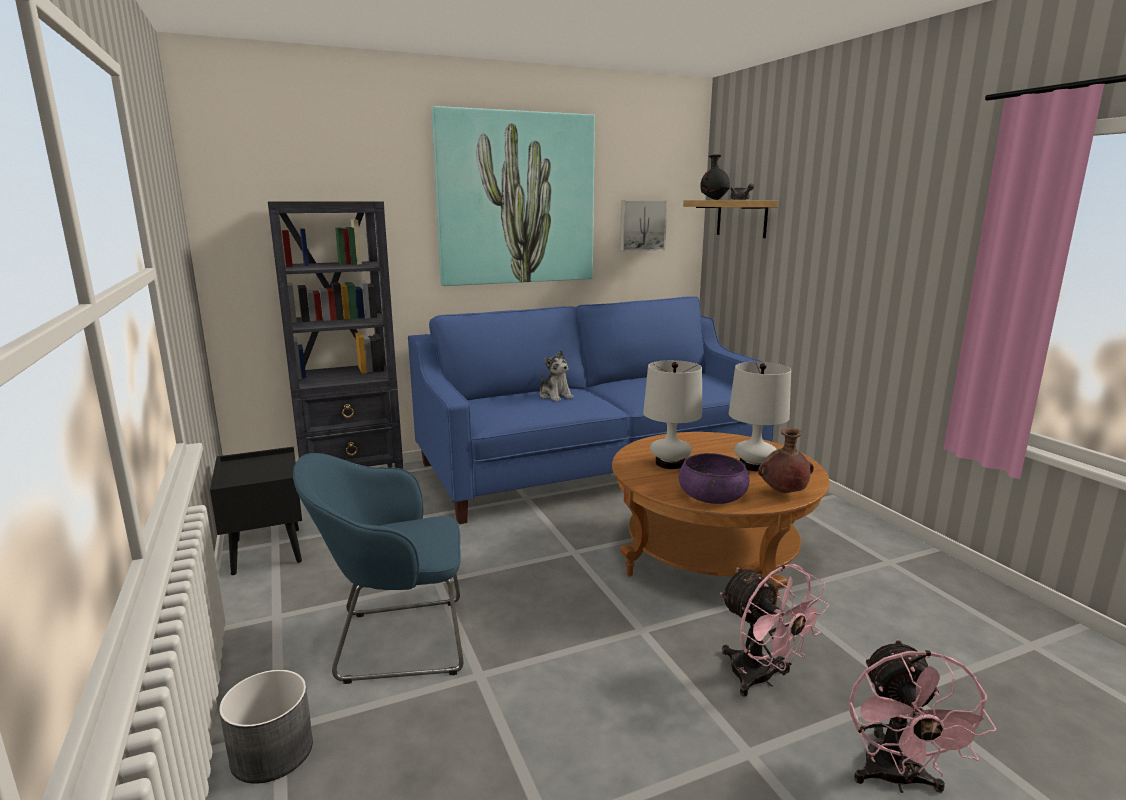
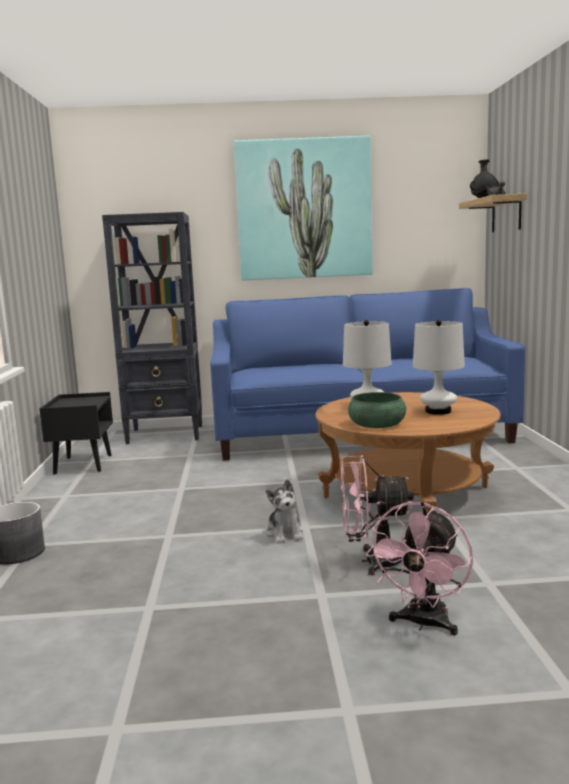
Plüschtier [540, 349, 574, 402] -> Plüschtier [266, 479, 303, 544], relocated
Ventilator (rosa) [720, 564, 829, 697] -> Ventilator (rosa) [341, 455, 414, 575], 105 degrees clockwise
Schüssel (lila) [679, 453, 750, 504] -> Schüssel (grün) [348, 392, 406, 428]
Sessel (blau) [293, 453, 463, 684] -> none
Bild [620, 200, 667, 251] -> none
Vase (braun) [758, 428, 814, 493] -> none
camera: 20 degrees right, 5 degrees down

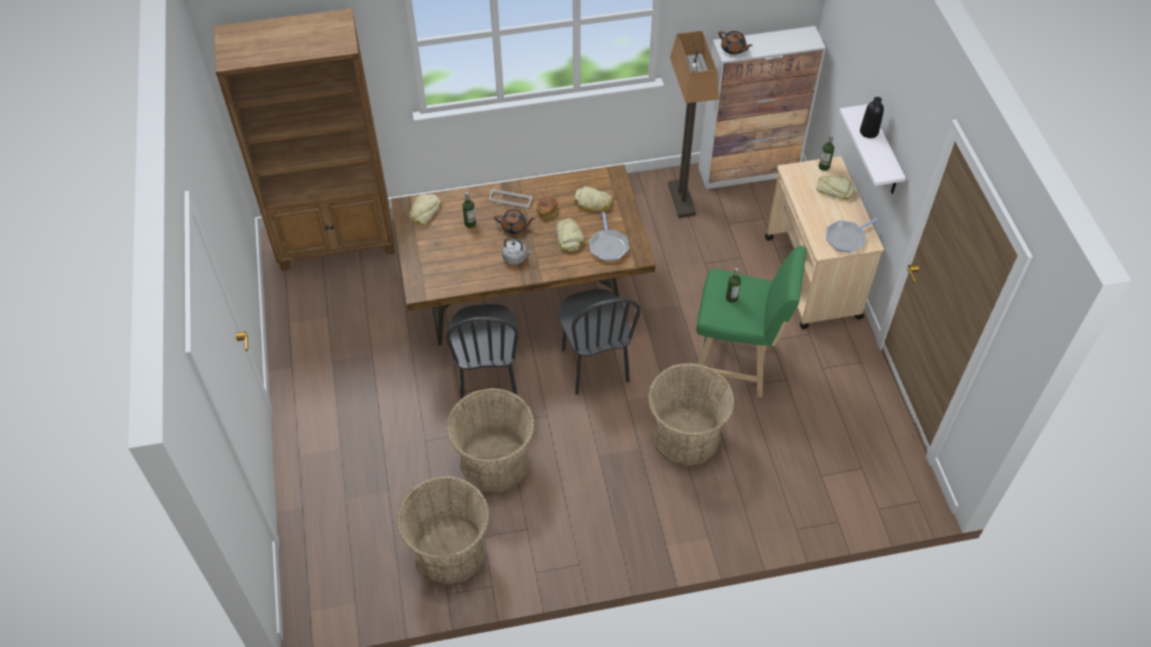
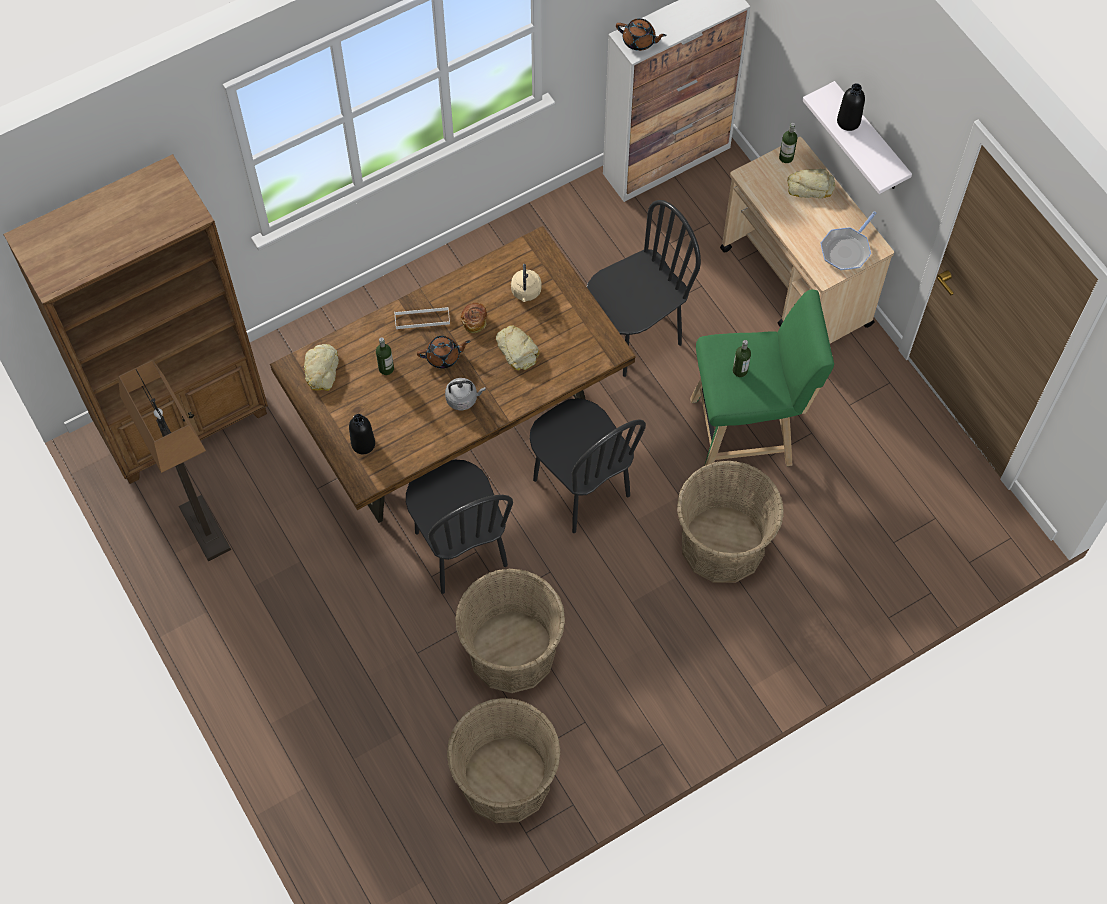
Stehlampe [668, 31, 719, 218] -> Stehlampe [118, 360, 231, 561], relocated
none -> Flasche (schwarz) [349, 414, 375, 454]
Brot [574, 186, 613, 210] -> Wasserkessel (beige) [511, 264, 542, 302]
none -> Stuhl (schwarz) [587, 200, 701, 377]
Pfanne [589, 212, 629, 261] -> none
camera: 20 degrees left, 10 degrees up

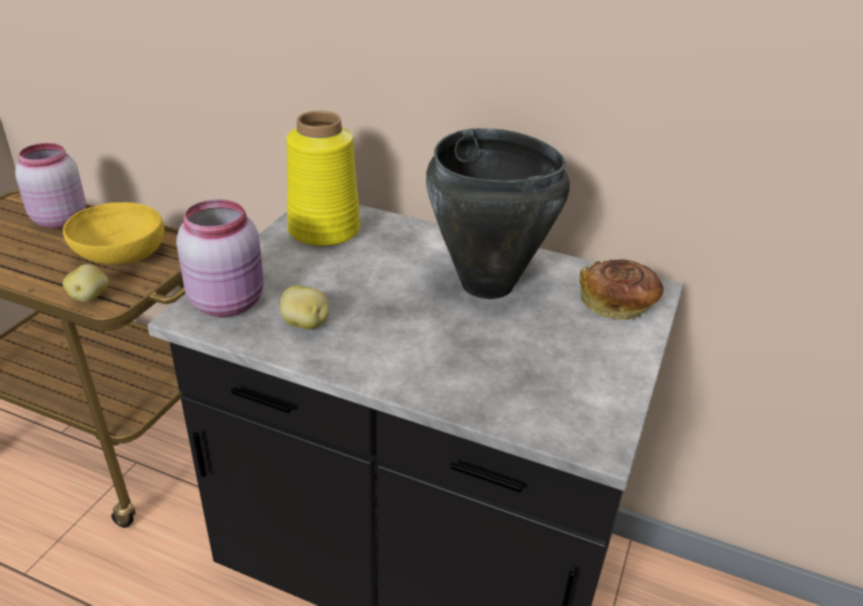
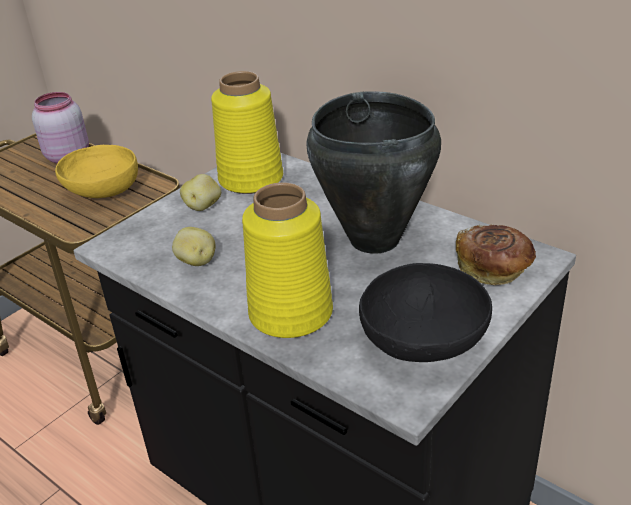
Kartoffel [63, 264, 109, 302] -> Kartoffel [180, 174, 221, 211], relocated
none -> Vase (gelb) [242, 183, 333, 338]
none -> Schüssel (schwarz) [359, 263, 492, 362]
Vorratsglas (rosa) [176, 199, 264, 317] -> none
camera: 20 degrees right, 0 degrees up

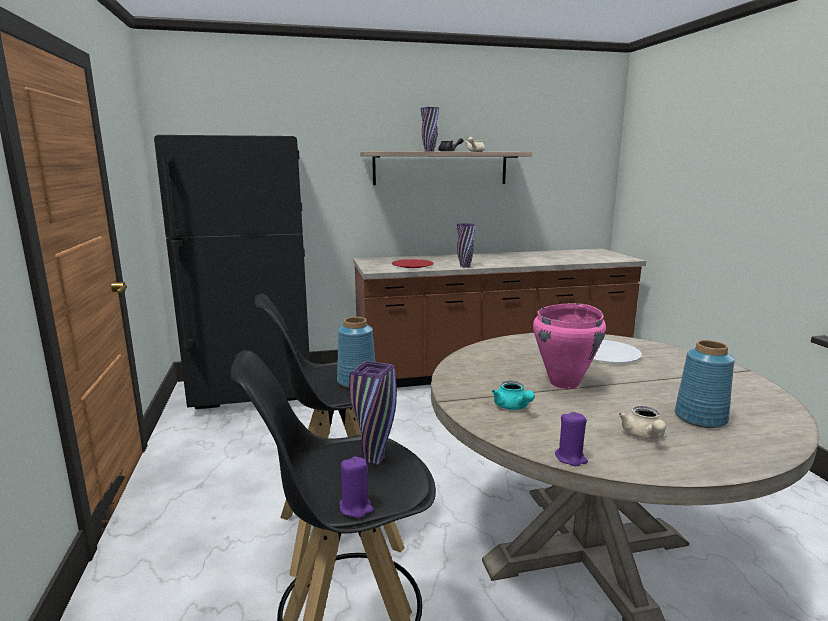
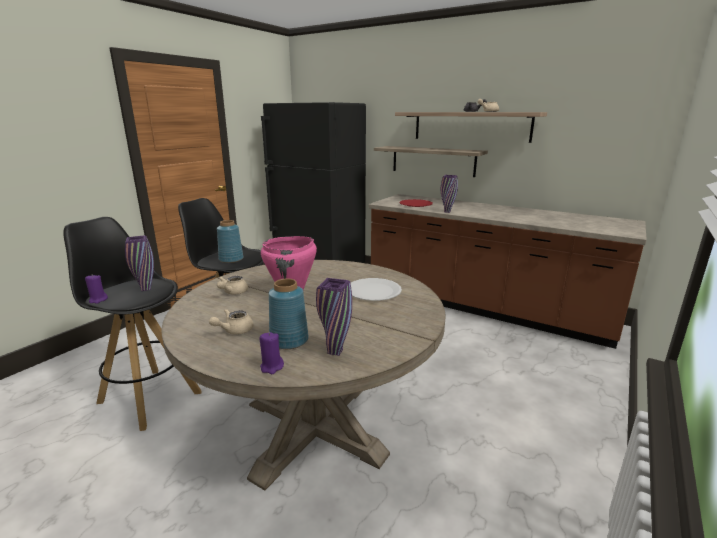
Teekanne (türkis) [492, 381, 535, 410] -> Teekanne (beige) [217, 276, 248, 295]
Kerze (lila) [555, 412, 588, 466] -> Kerze (lila) [259, 332, 284, 374], relocated
Vase (lila) [421, 107, 439, 152] -> Vase (lila) [316, 278, 352, 356], relocated
none -> Wandregal [374, 146, 488, 177]
camera: 45 degrees right, 5 degrees up

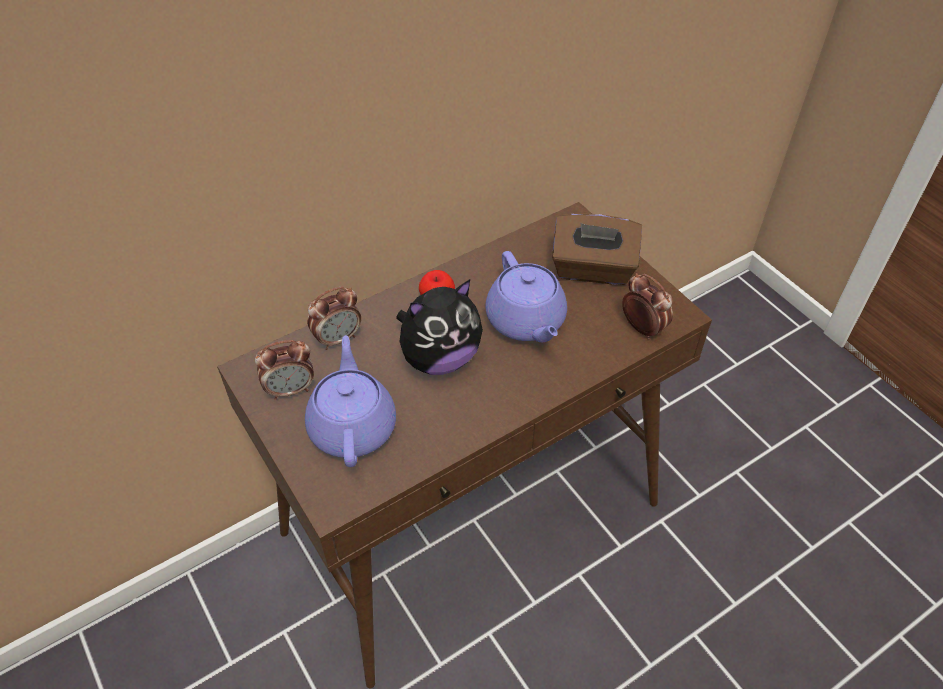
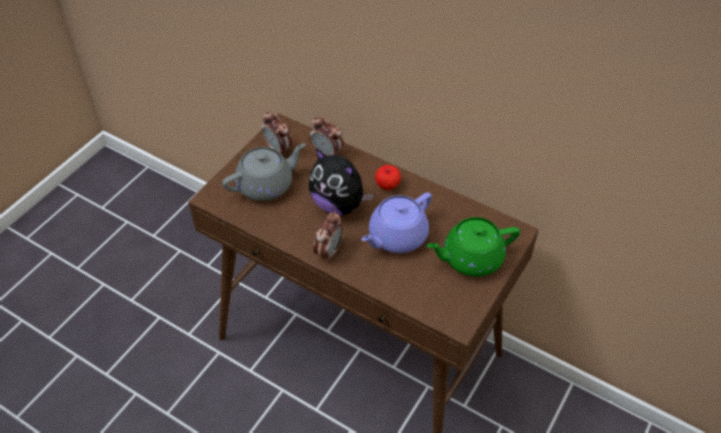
Teekanne (lila) [305, 335, 396, 467] -> Teekanne (grau) [222, 143, 306, 201]
Wecker [622, 273, 673, 340] -> Wecker [313, 211, 343, 262], relocated
Taschentuchbox (braun) [552, 214, 642, 285] -> Teekanne (grün) [426, 217, 520, 277]
camera: 65 degrees right, 0 degrees up

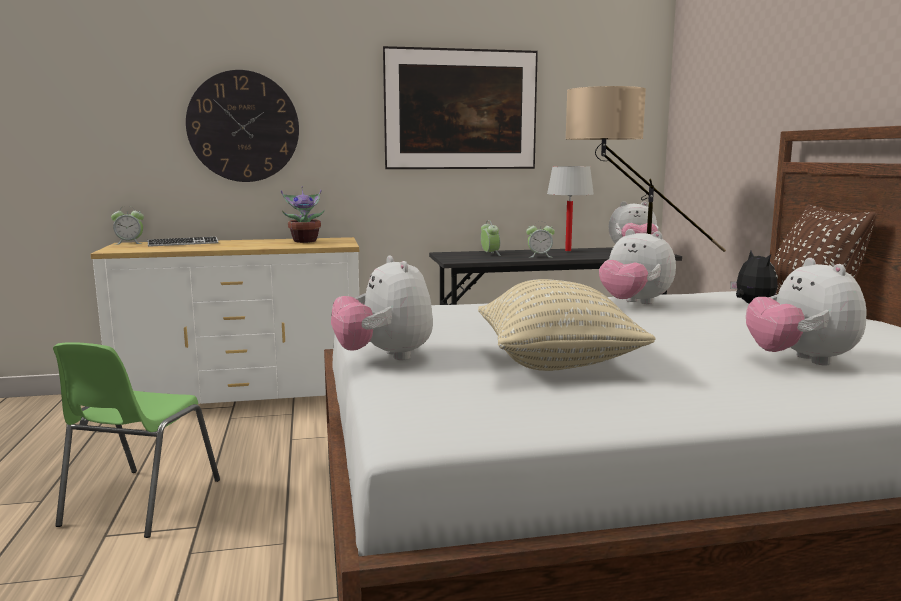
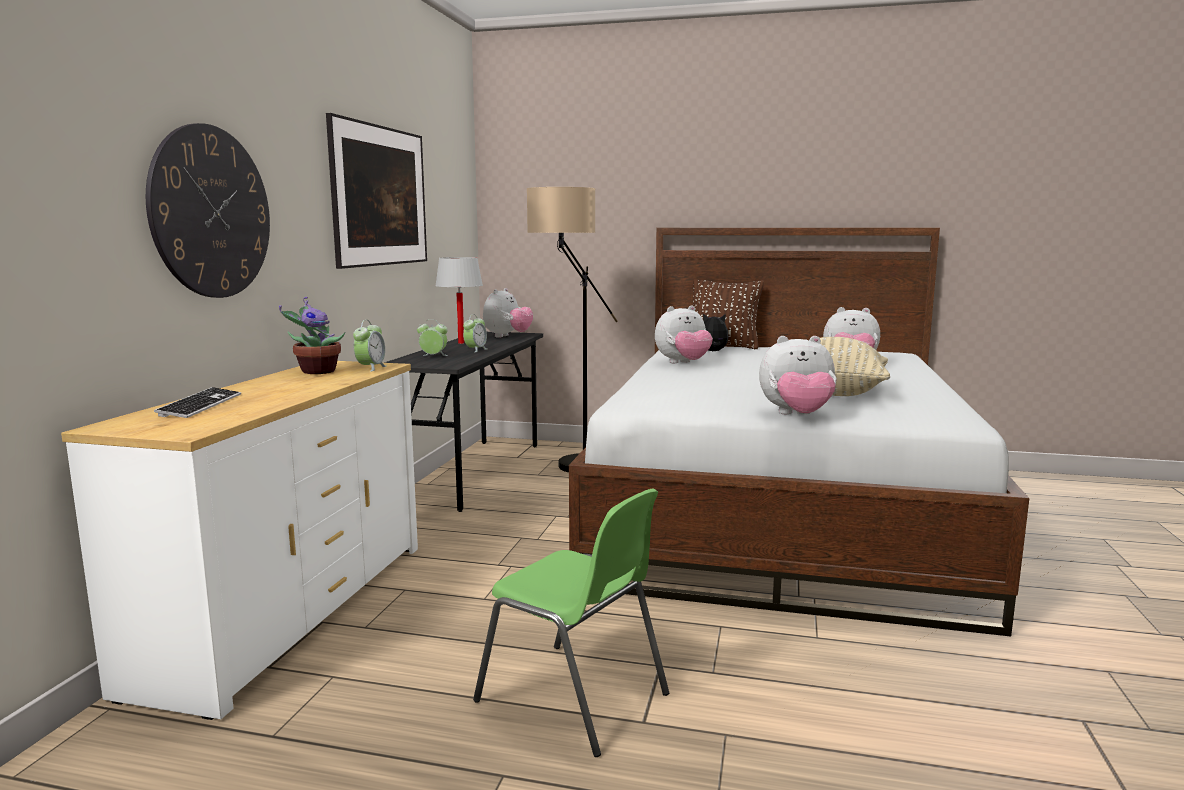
Wecker [111, 207, 144, 245] -> Wecker [353, 320, 386, 372], relocated
camera: 65 degrees left, 0 degrees up

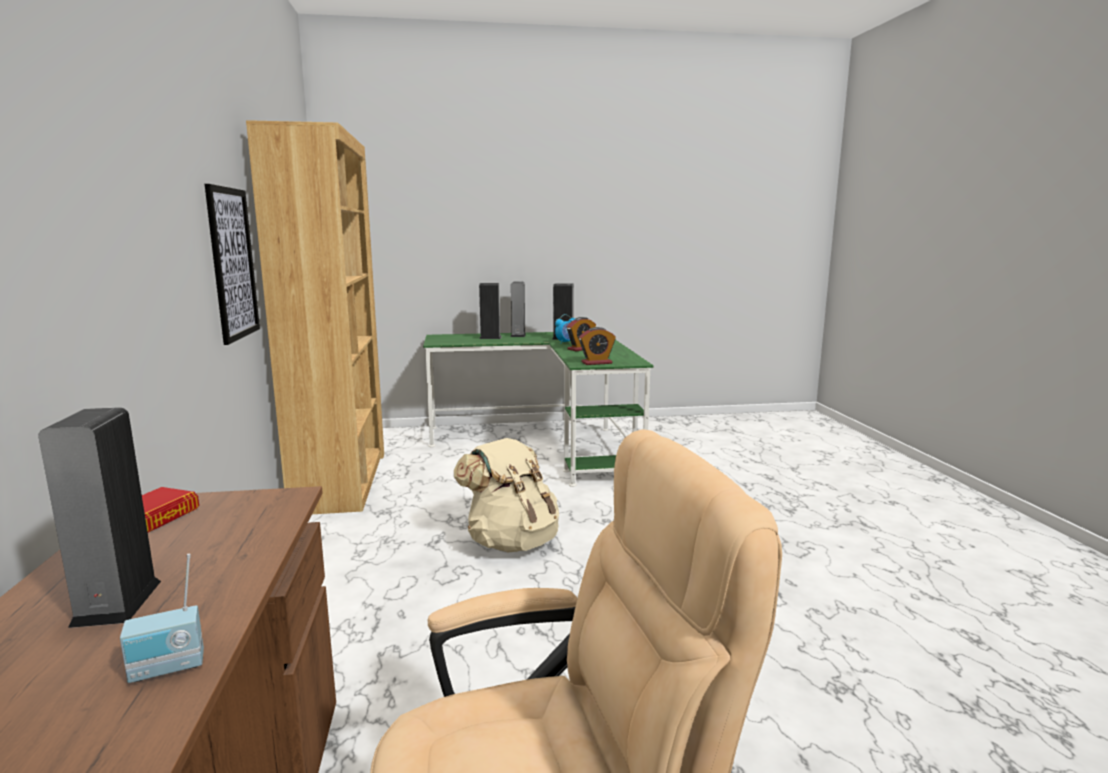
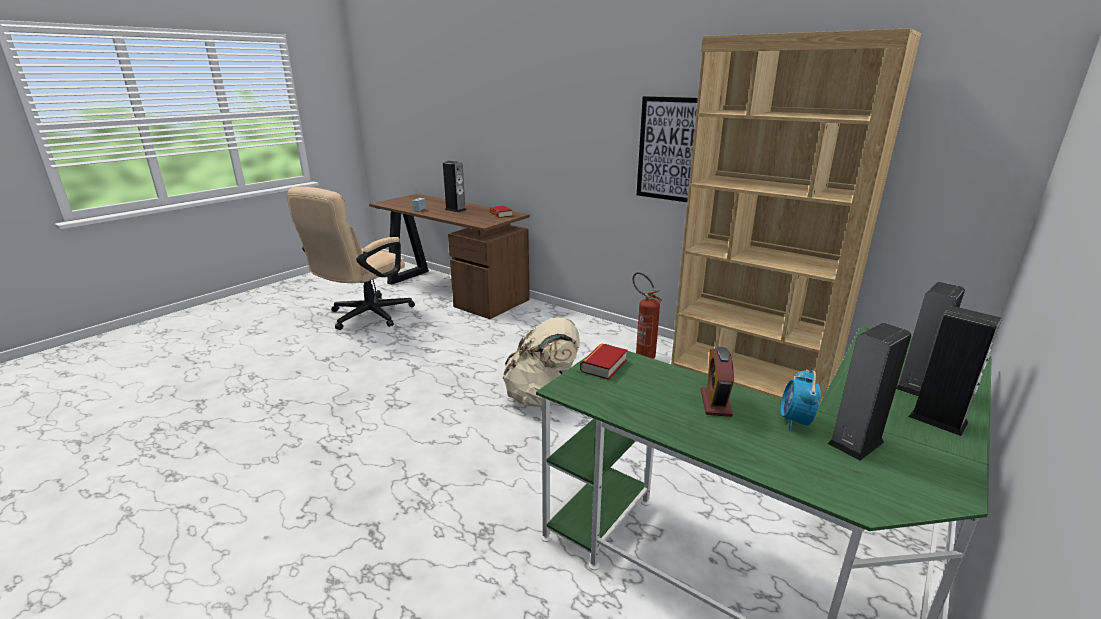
Wecker [579, 327, 616, 365] -> Buch [580, 343, 628, 380]
none -> Feuerlöscher [633, 272, 662, 359]
camera: 135 degrees right, 10 degrees up

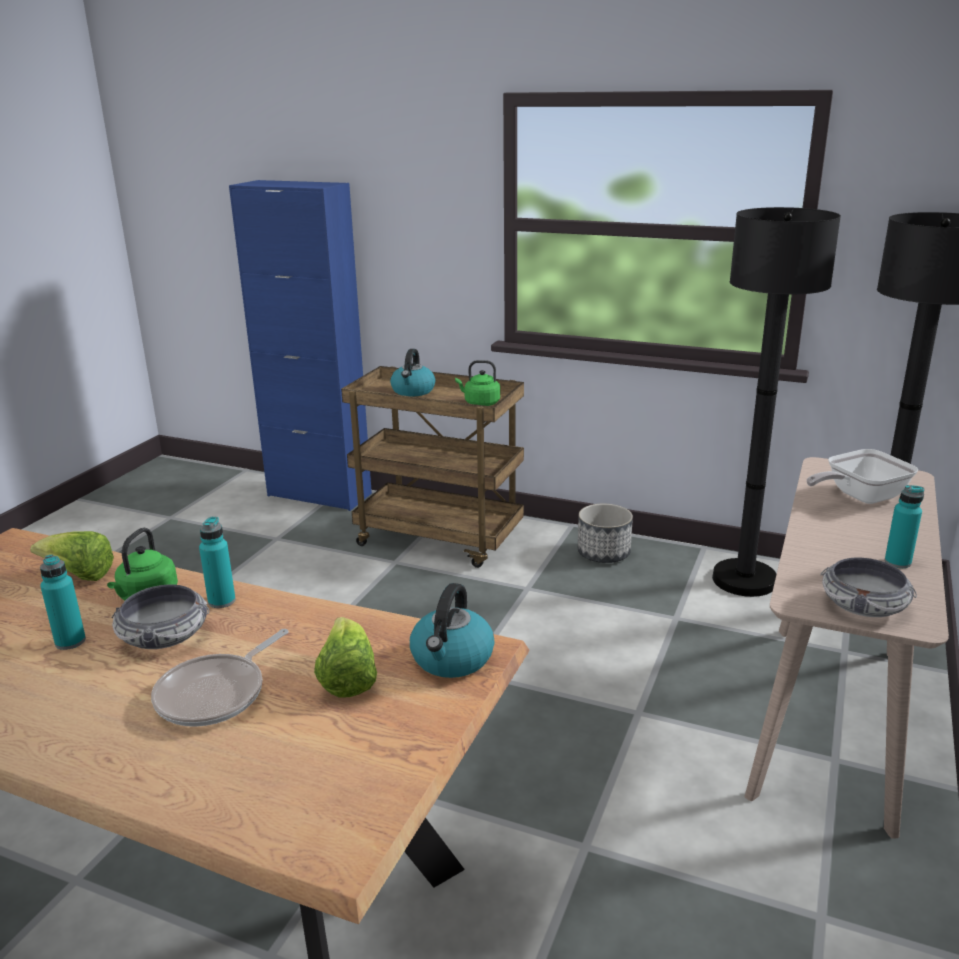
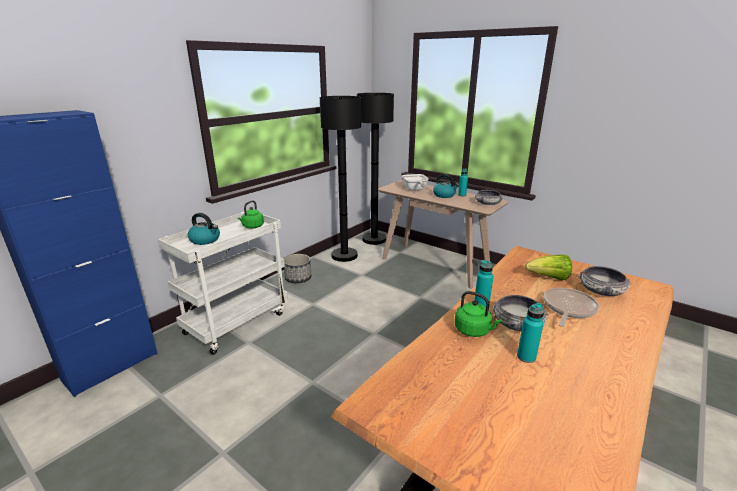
Rollwagen (braun) [341, 366, 524, 568] -> Rollwagen (weiß) [158, 212, 288, 355]
Wasserkessel [410, 583, 495, 678] -> Wasserkessel [433, 174, 459, 198], relocated
Pfanne [151, 629, 289, 727] -> Pfanne [543, 288, 599, 327], 105 degrees counterclockwise
none -> Schüssel [578, 266, 631, 296]
Salatkopf [30, 531, 114, 581] -> none
camera: 75 degrees left, 0 degrees up

